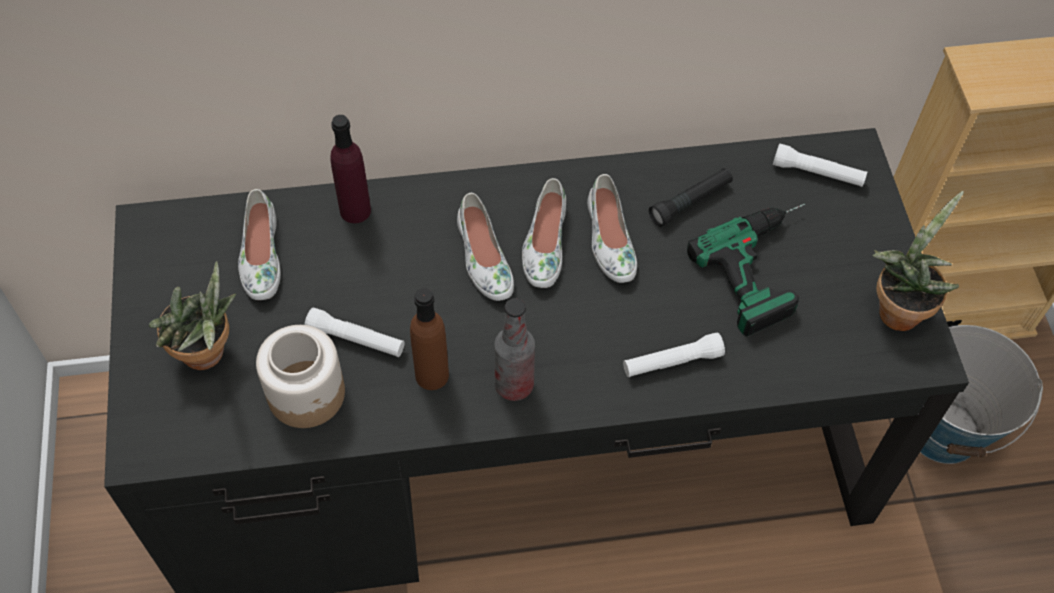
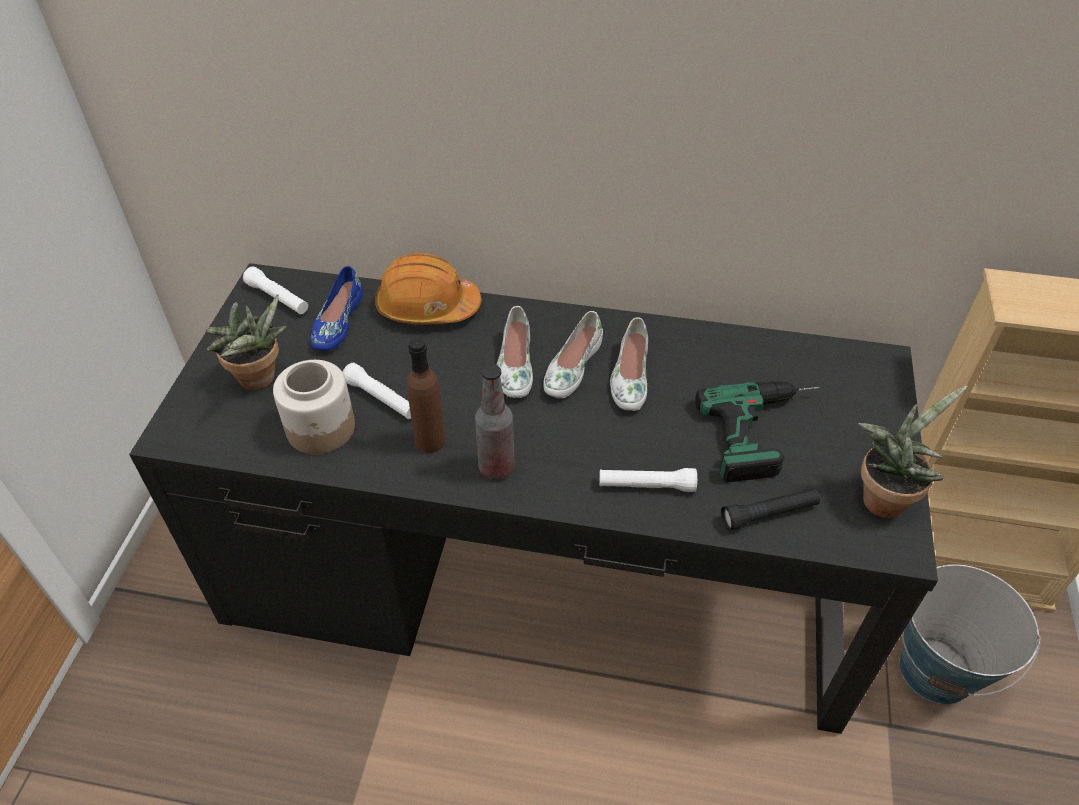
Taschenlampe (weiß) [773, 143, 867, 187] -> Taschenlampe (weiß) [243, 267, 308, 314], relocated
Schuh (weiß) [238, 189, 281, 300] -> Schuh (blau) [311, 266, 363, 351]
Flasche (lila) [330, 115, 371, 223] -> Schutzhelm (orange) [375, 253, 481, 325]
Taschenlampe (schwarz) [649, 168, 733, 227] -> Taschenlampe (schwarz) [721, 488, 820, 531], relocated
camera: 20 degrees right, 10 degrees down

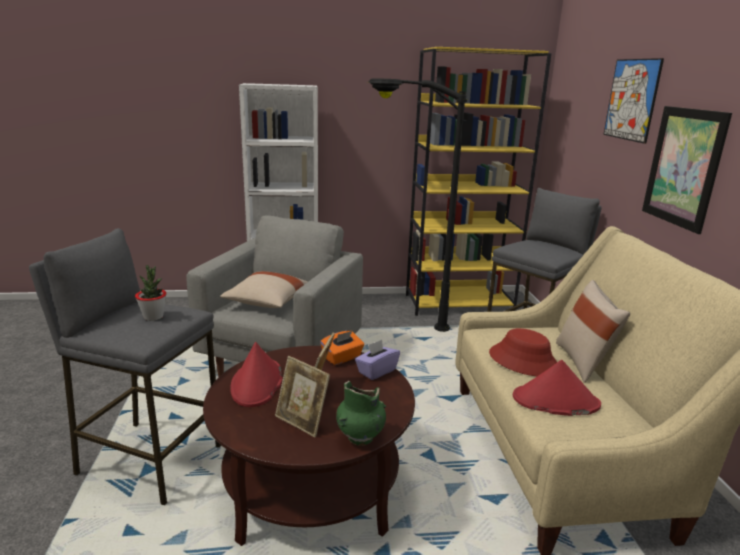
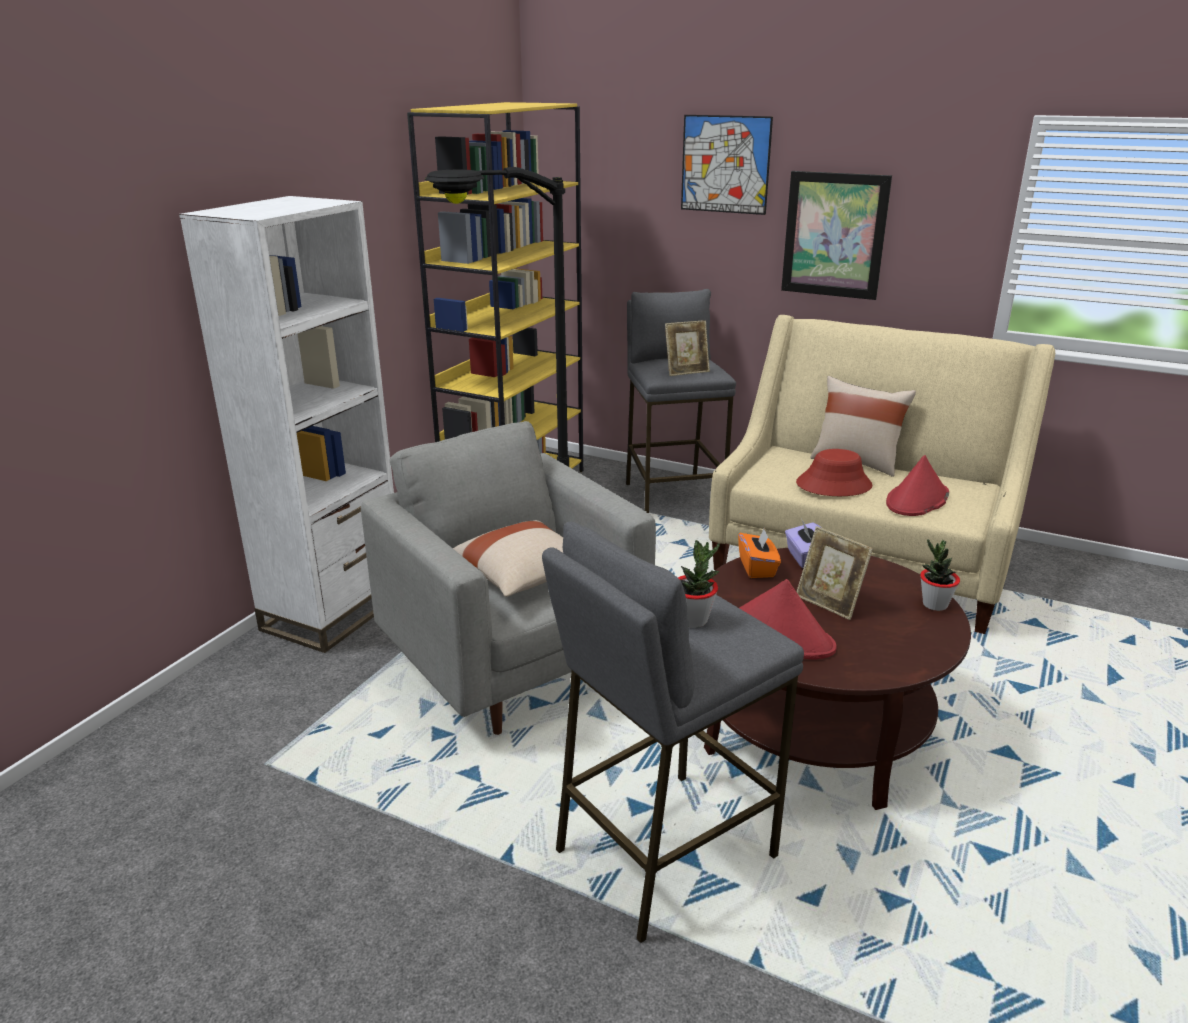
Bilderrahmen [275, 356, 330, 437] -> Bilderrahmen [665, 320, 710, 376], relocated
Vase (grün) [336, 381, 387, 446] -> Topfpflanze [920, 539, 960, 611]
camera: 55 degrees left, 5 degrees up

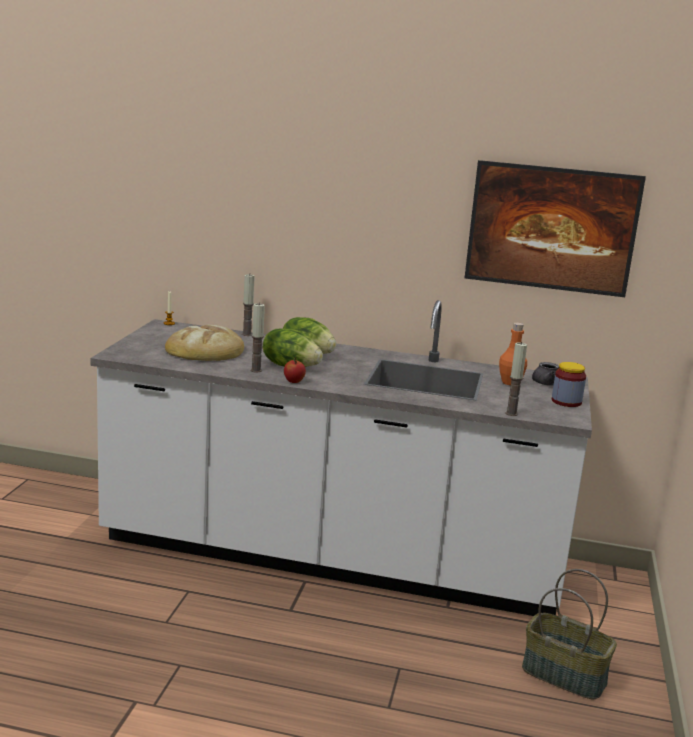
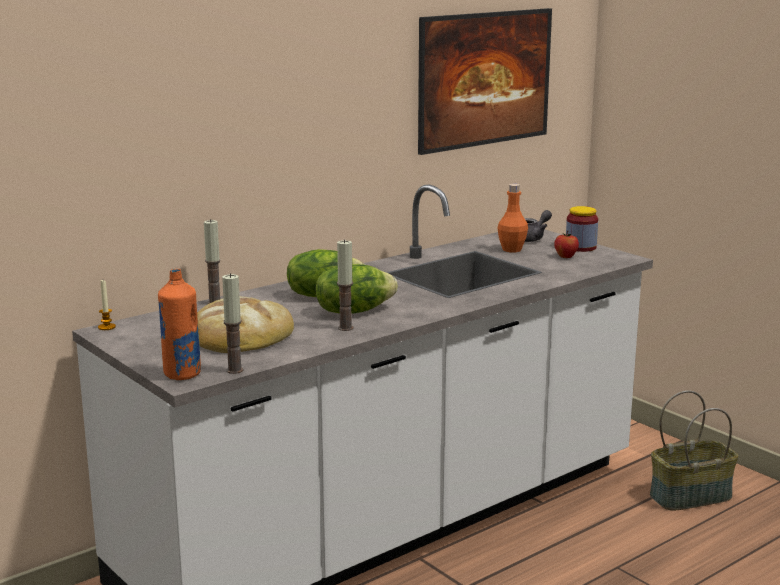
none -> Flasche (orange) [158, 269, 201, 380]
Kerze [505, 342, 527, 416] -> Kerze [222, 273, 243, 374], relocated
Apfel [284, 357, 306, 383] -> Apfel [554, 231, 579, 258], relocated
camera: 50 degrees left, 0 degrees up

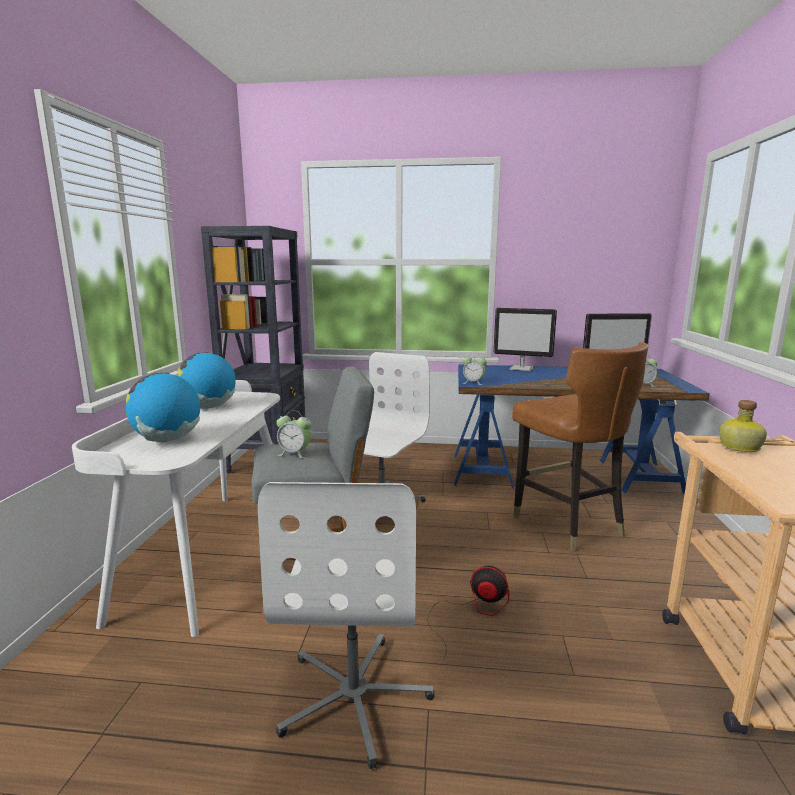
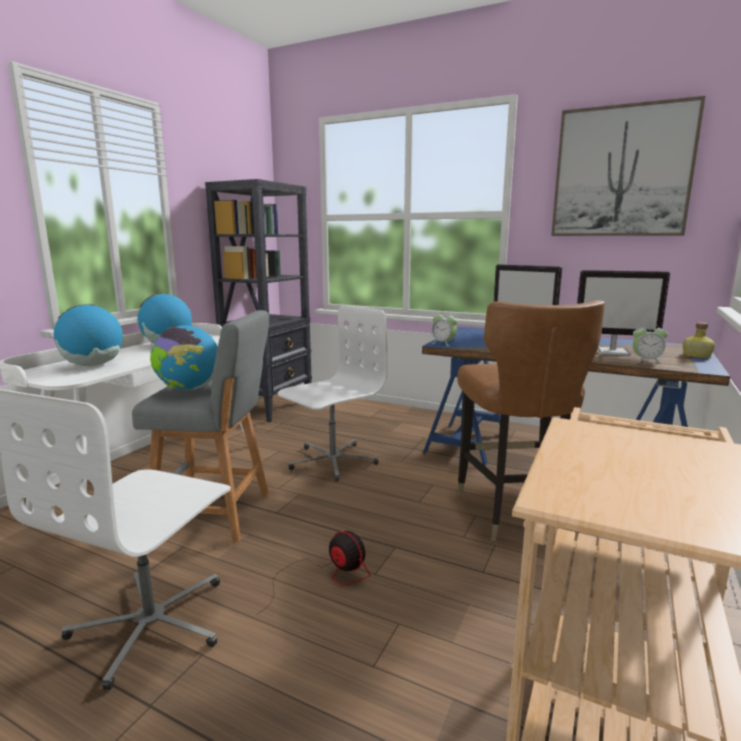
Wecker [276, 411, 311, 458] -> Globus [150, 325, 218, 390]
none -> Bild [551, 96, 705, 236]
Flasche [719, 400, 767, 452] -> Flasche [683, 322, 715, 358], relocated
camera: 20 degrees right, 0 degrees up

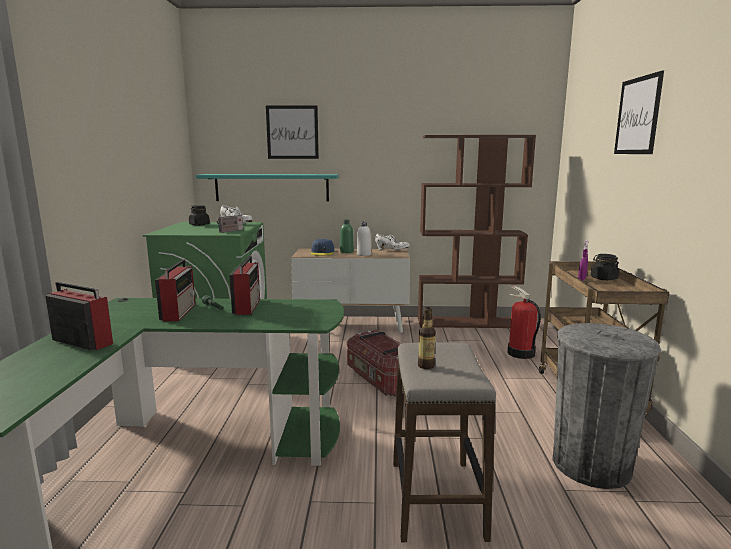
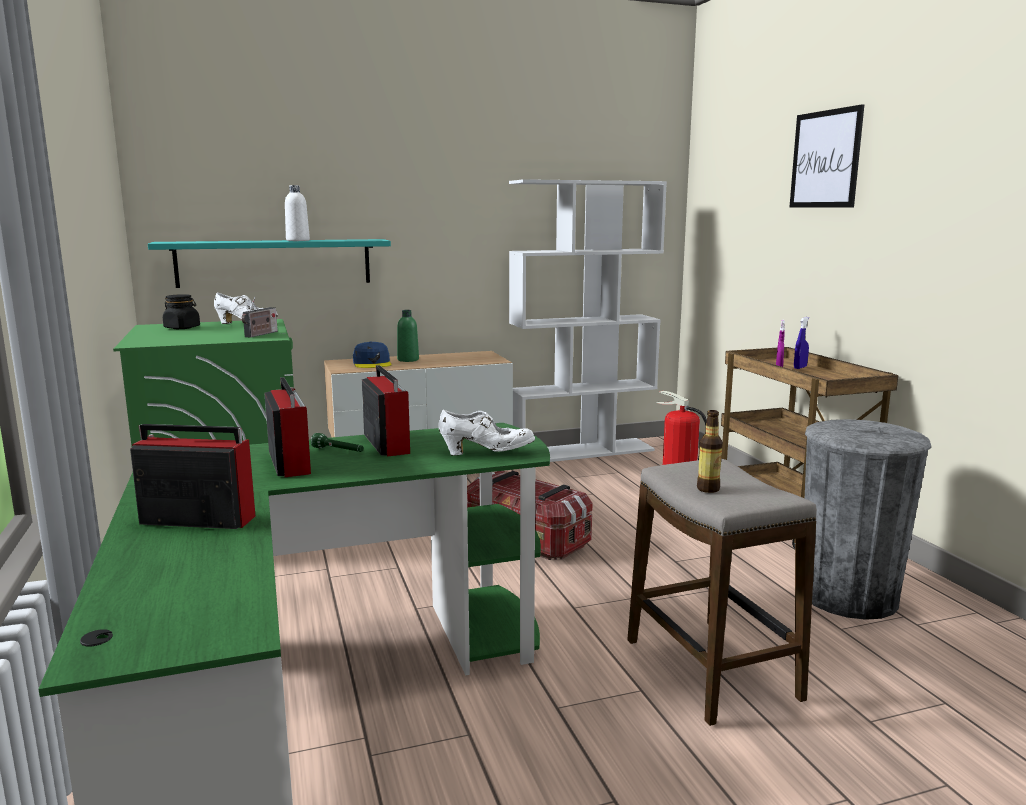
Flasche (weiß) [357, 222, 371, 256] -> Flasche (weiß) [285, 185, 310, 241], relocated
Schuh (weiß) [375, 233, 410, 250] -> Schuh (weiß) [439, 410, 535, 456], relocated
Bücherregal (braun) [418, 135, 536, 328] -> Bücherregal (weiß) [509, 179, 667, 462]
Vorratsglas (schwarz) [591, 254, 619, 280] -> Sprühflasche (blau) [794, 317, 809, 369]
Bild [266, 106, 319, 159] -> none
camera: 20 degrees left, 0 degrees up

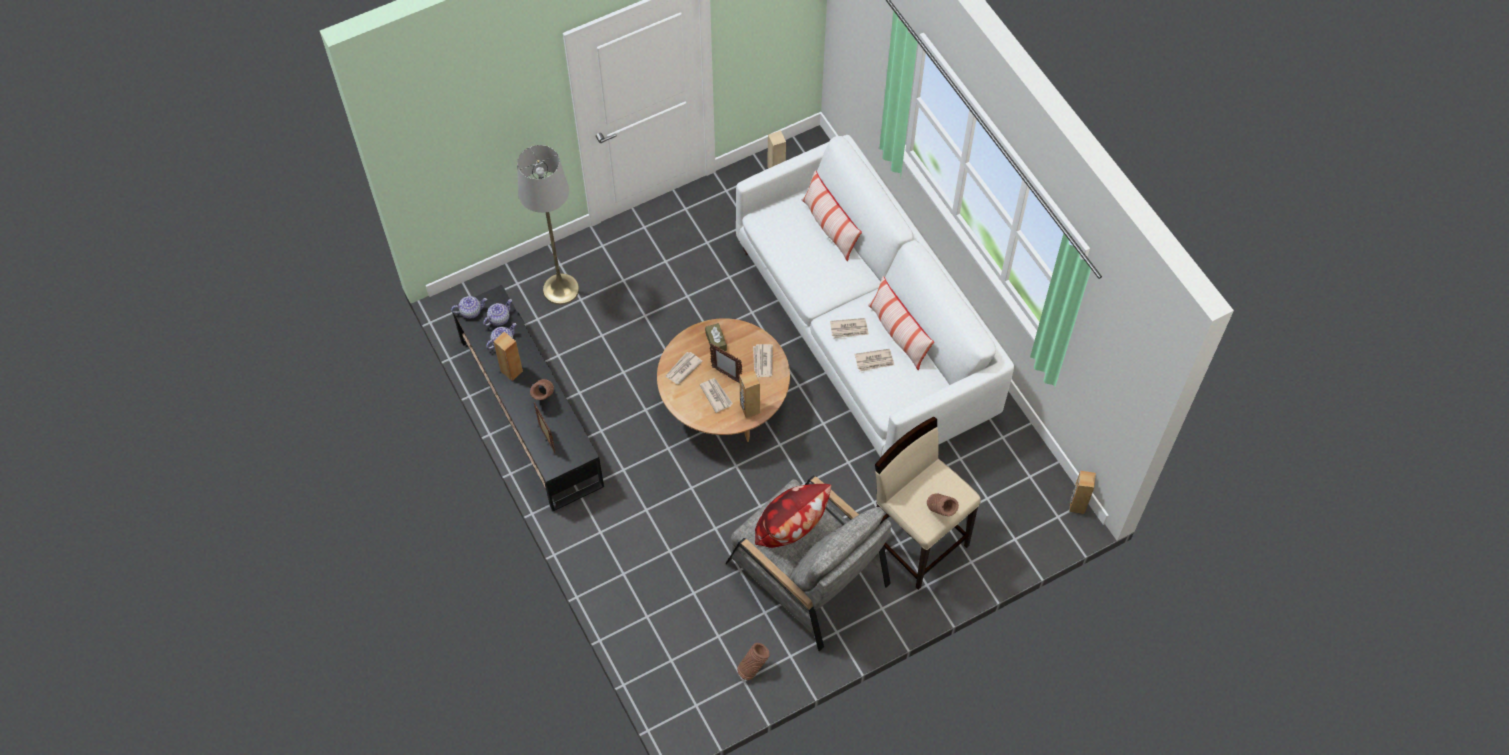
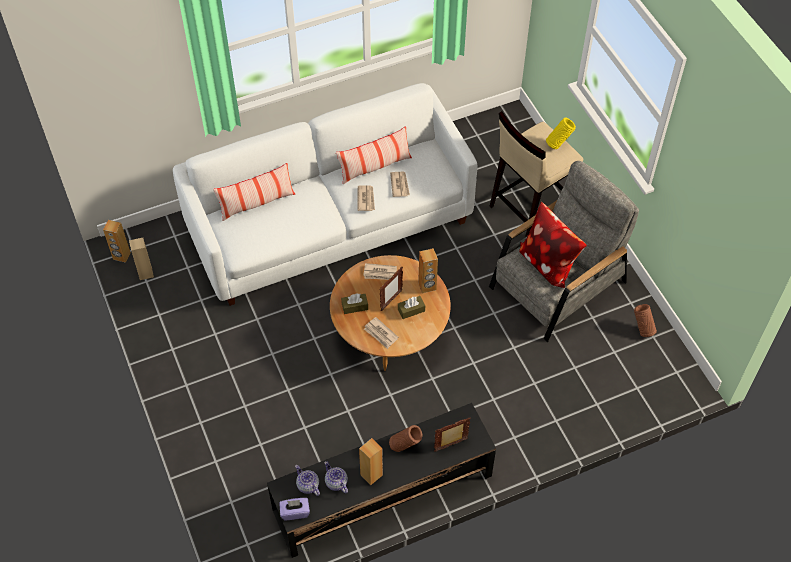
Lautsprecher (braun) [1069, 471, 1096, 514] -> Lautsprecher (braun) [103, 220, 131, 263], relocated
Teekanne [451, 296, 487, 319] -> Taschentuchbox (lila) [279, 498, 310, 521]
Zeitung [700, 378, 733, 413] -> Taschentuchbox (braun) [398, 296, 425, 319]
Vase (braun) [927, 493, 959, 516] -> Vase (gelb) [546, 118, 576, 149]
Stehlampe (grau) [517, 145, 579, 305] -> none
camera: 85 degrees left, 5 degrees down

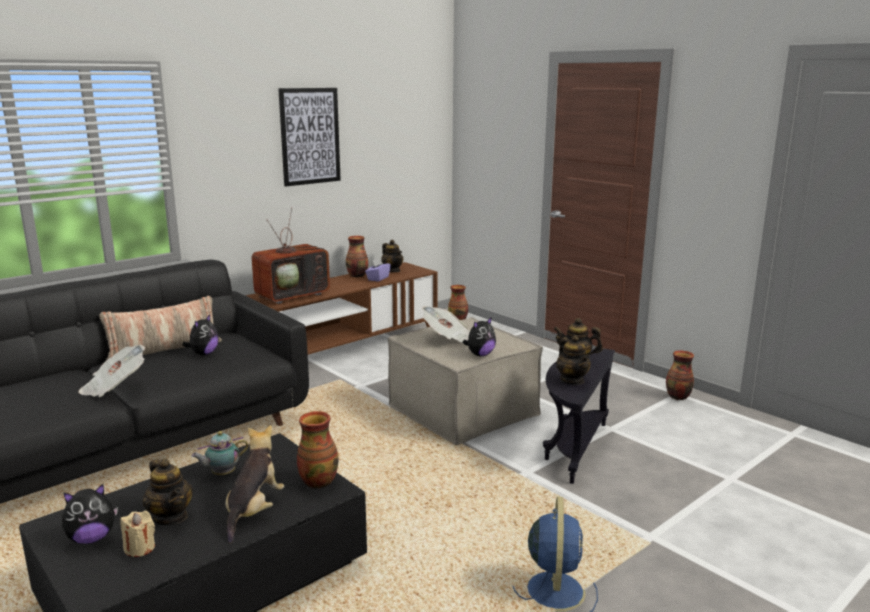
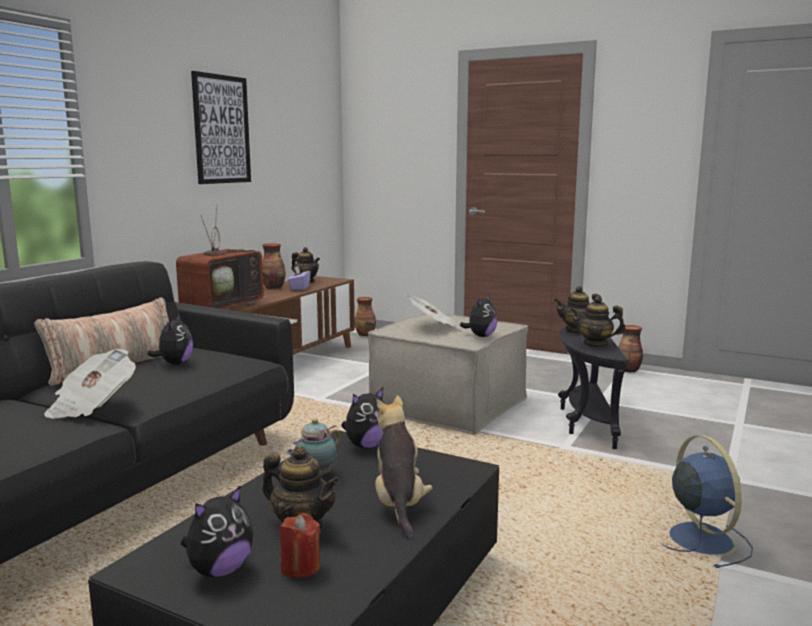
Kerze (beige) [120, 511, 155, 557] -> Kerze (rot) [280, 513, 321, 578]
none -> Plüschtier [341, 388, 385, 449]
Teekanne [556, 335, 590, 385] -> Teekanne [570, 296, 626, 348], 150 degrees clockwise
Vase [297, 411, 339, 489] -> none
camera: 20 degrees left, 5 degrees down

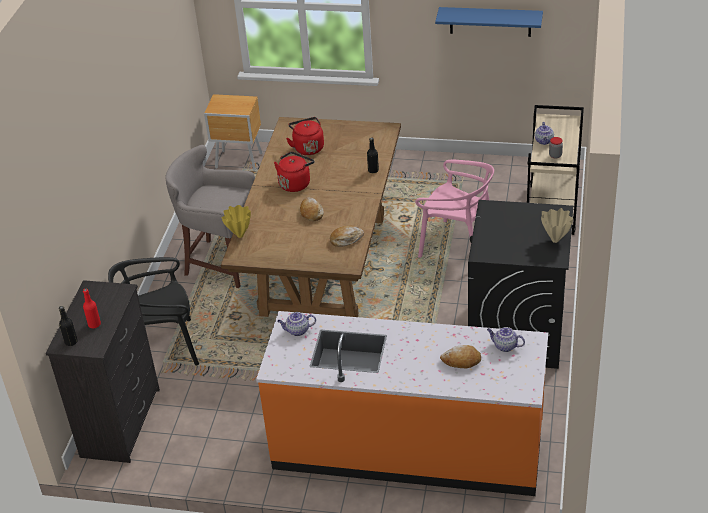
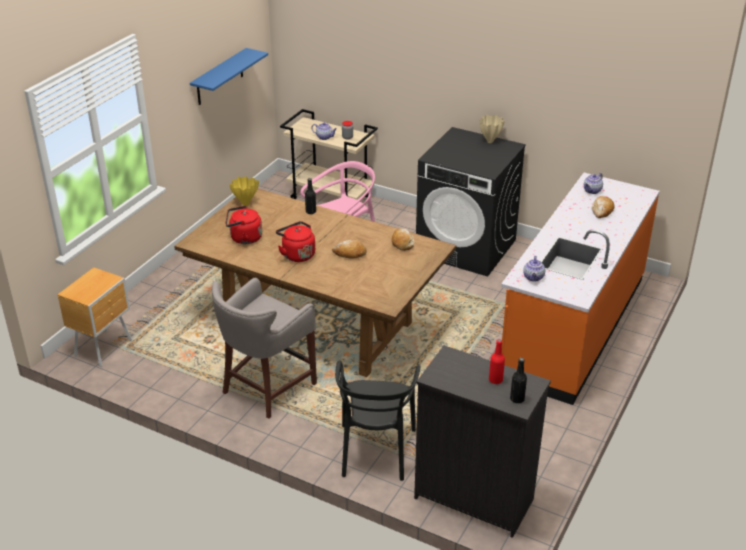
Vase (gelb) [222, 205, 251, 238] -> Vase (gelb) [229, 176, 259, 206], relocated
camera: 75 degrees left, 5 degrees down

